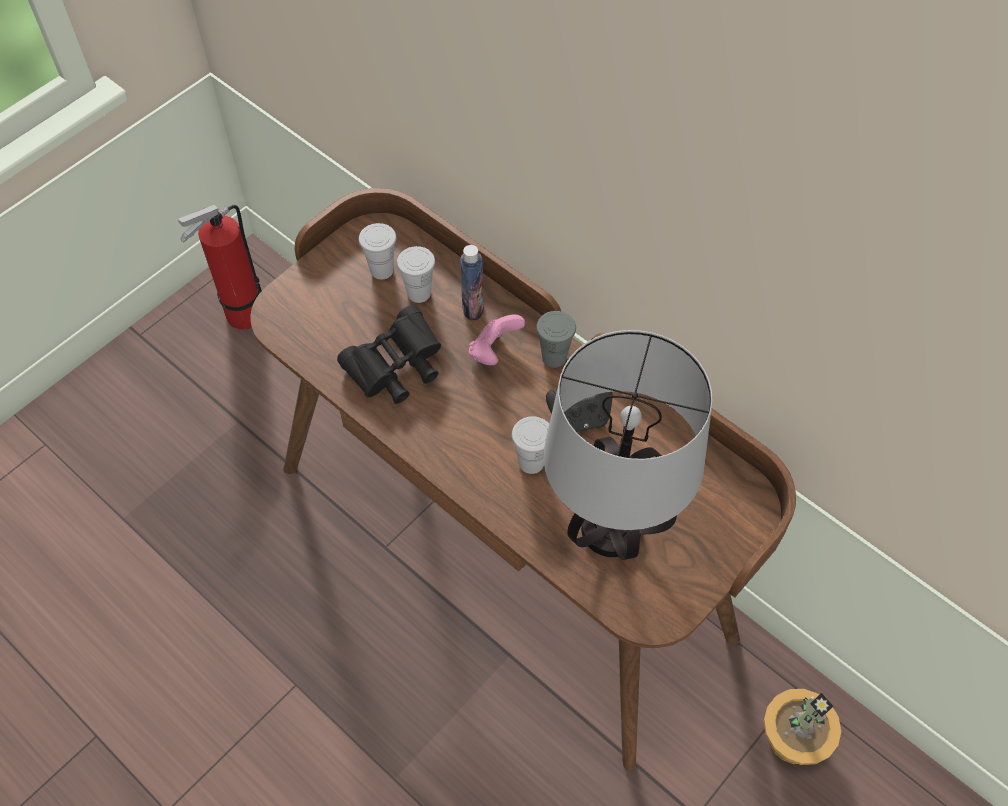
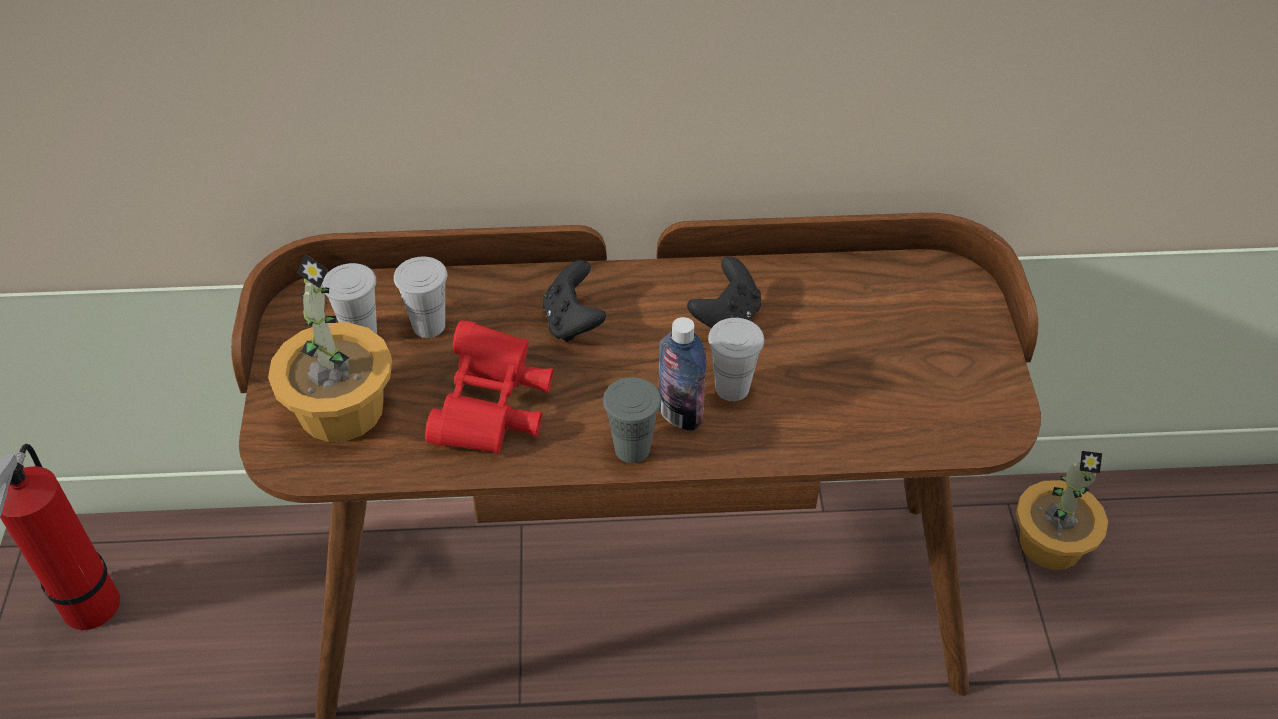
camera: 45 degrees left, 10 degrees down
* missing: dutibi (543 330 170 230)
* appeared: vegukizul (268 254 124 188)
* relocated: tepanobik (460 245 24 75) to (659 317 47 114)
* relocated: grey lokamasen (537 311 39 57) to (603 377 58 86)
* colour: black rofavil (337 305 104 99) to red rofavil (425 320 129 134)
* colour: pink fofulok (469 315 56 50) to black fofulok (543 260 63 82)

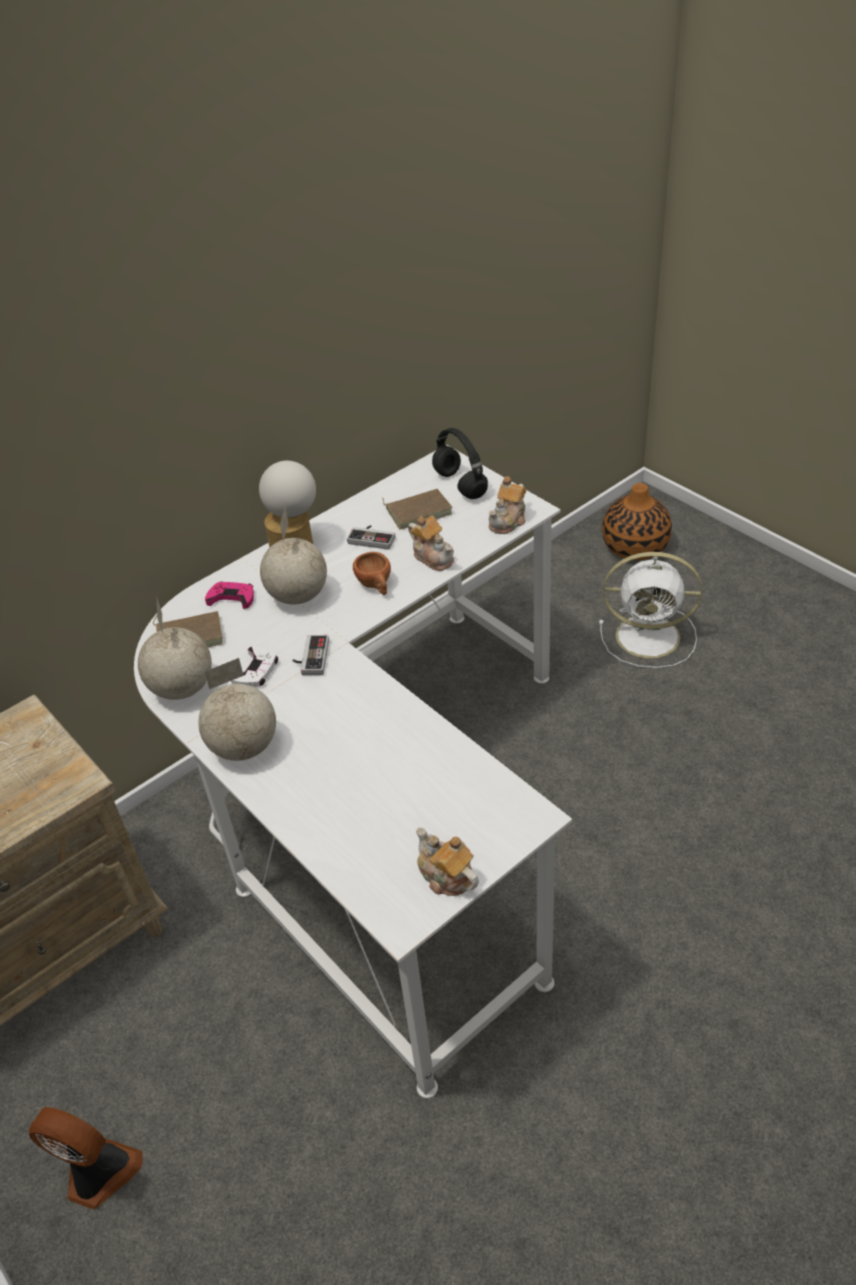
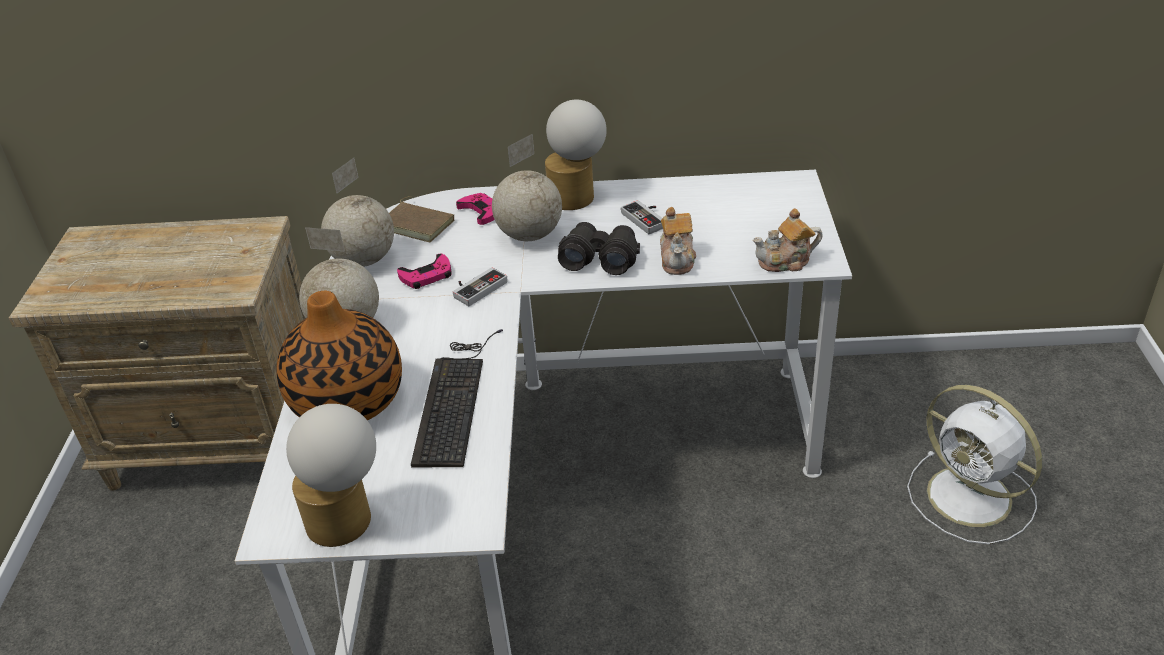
camera: 40 degrees right, 5 degrees down
* missing: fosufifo (29 1107 114 102)
* missing: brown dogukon (382 489 71 41)
* missing: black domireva (432 428 56 71)
* appeared: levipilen (411 329 92 139)
* relocated: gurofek (602 483 70 77) to (276 291 126 130)
* exchanged: brown lokamasen (353 552 38 43) to black rofavil (558 222 82 53)
* exchanged: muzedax (416 827 63 69) to dutibi (286 404 90 143)
* colour: white fofulok (231 646 47 41) to pink fofulok (397 254 54 35)

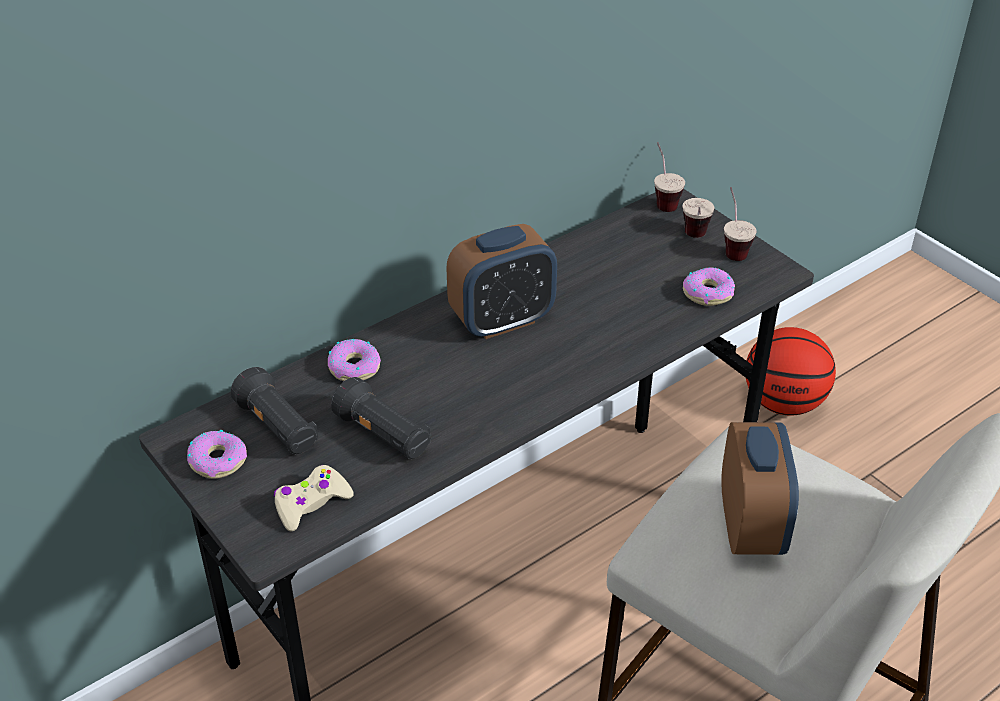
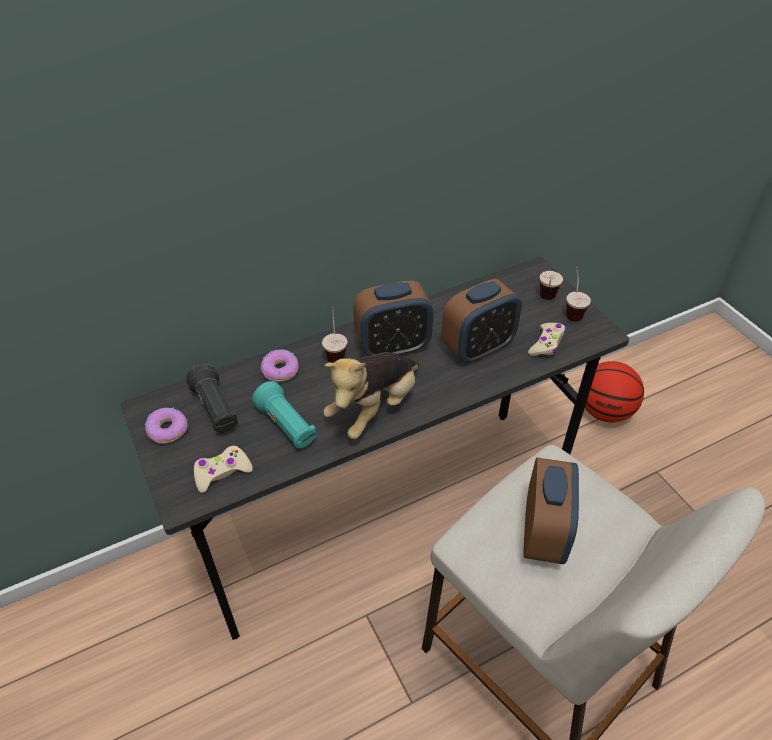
camera: 10 degrees right, 5 degrees up
* appeared: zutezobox (324 352 95 87)
* appeared: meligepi (441 279 81 85)
* relocated: lokamasen (654 142 31 70) to (322 307 25 56)
* exchanged: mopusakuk (683 267 52 39) to beige fofulok (528 323 38 33)
* colour: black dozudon (331 377 100 82) to turquoise dozudon (252 381 64 67)

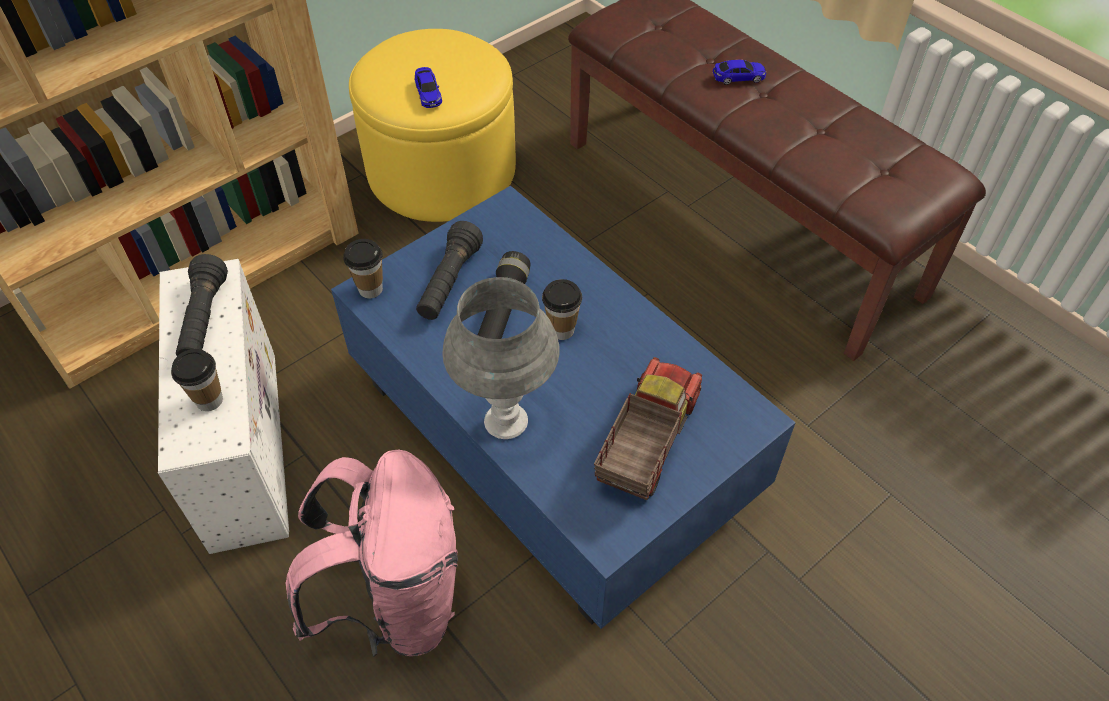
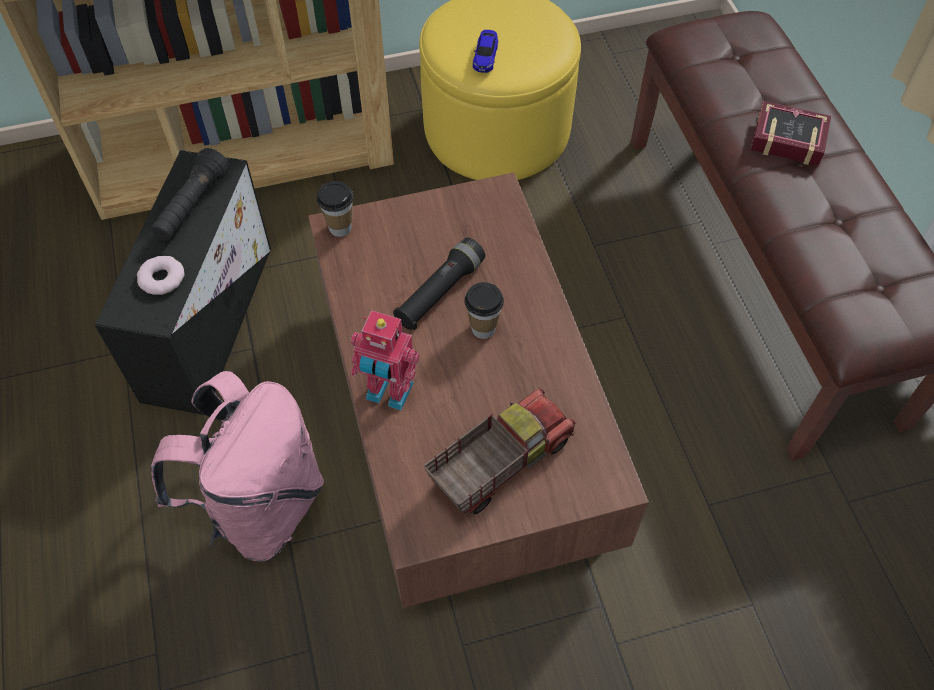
camera: 25 degrees right, 5 degrees up
* missing: black dozudon (416 221 67 99)
* exchanged: lokamasen (171 349 52 62) to mopusakuk (137 256 48 39)
* exchanged: grey dutibi (442 277 118 162) to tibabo (351 310 68 100)
* exchanged: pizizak (713 60 54 25) to dogukon (751 101 80 65)
* colour: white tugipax (158 259 131 295) to black tugipax (95 150 176 265)
* colour: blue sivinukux (331 186 464 443) to brown sivinukux (308 172 341 436)

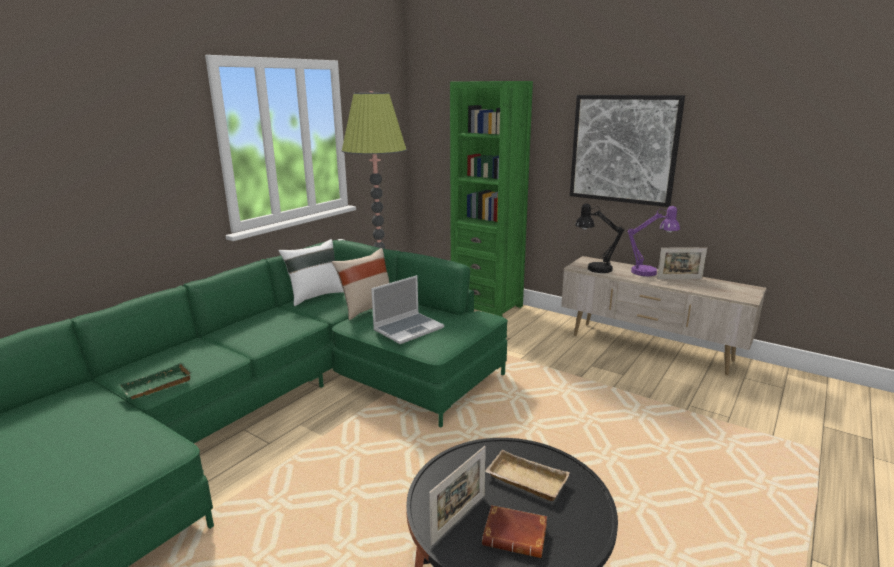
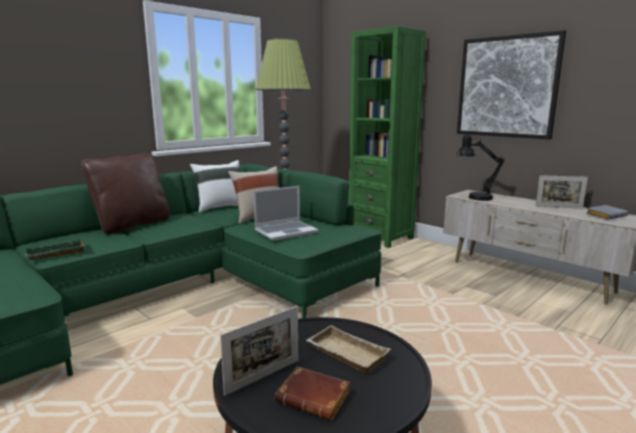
camera: 10 degrees right, 5 degrees down
* missing: purple dutibi (628 206 52 70)
* appeared: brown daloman (81 153 89 82)
* appeared: grey dogukon (586 205 42 15)

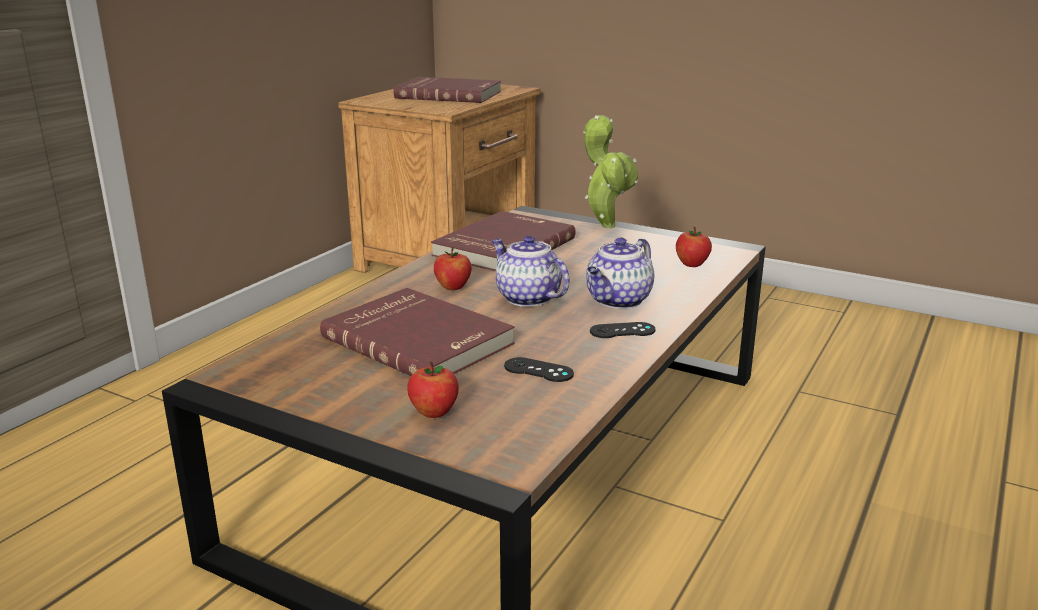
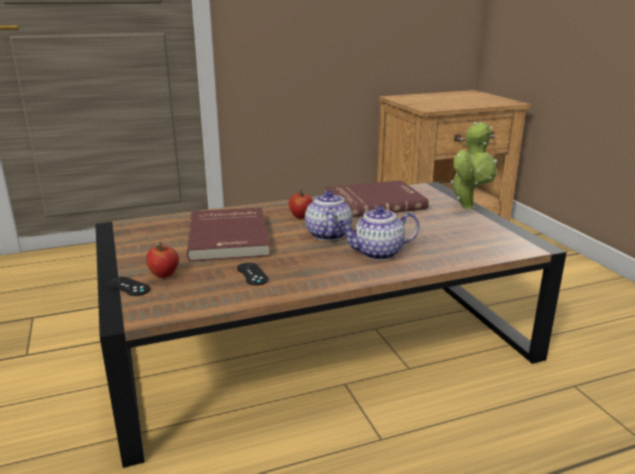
camera: 40 degrees right, 0 degrees up
* missing: red dogukon (394 77 107 26)
* missing: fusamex (676 227 36 40)
* relocated: black fofulok (590 322 66 16) to (106 277 44 19)

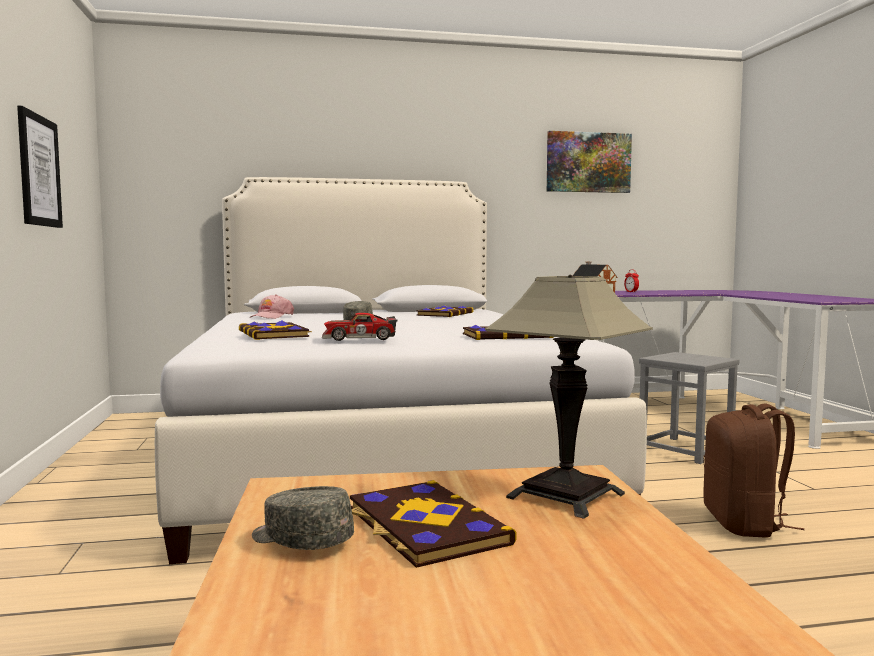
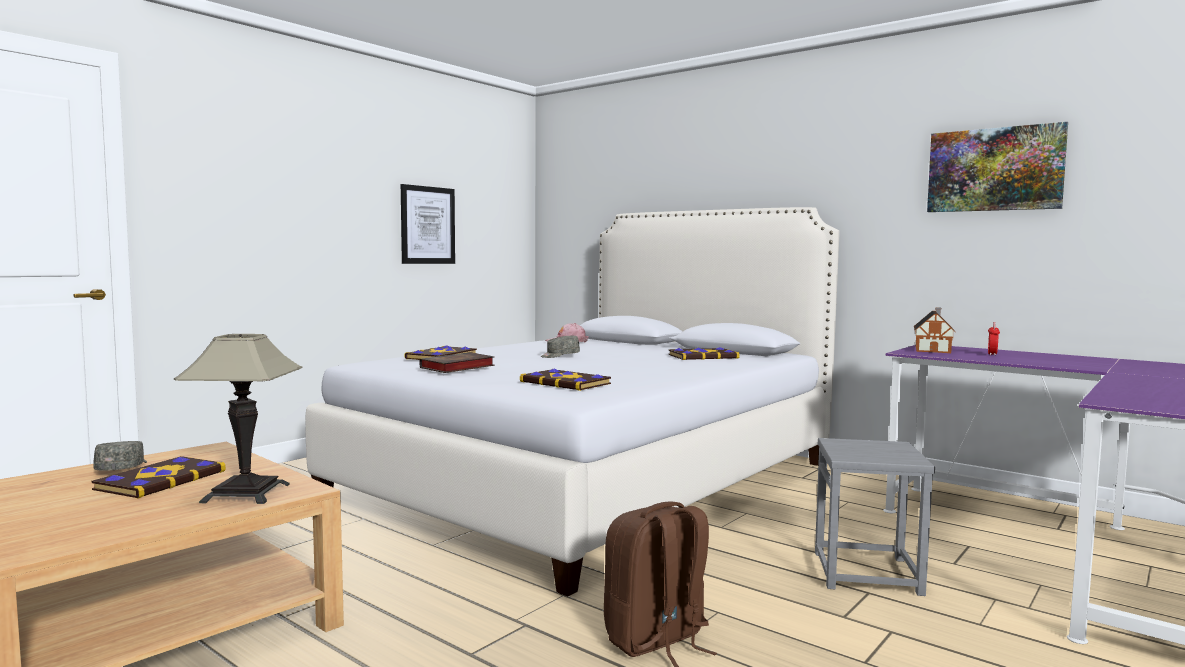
camera: 50 degrees right, 0 degrees up
* exchanged: pizizak (322 313 75 28) to dogukon (419 352 76 21)

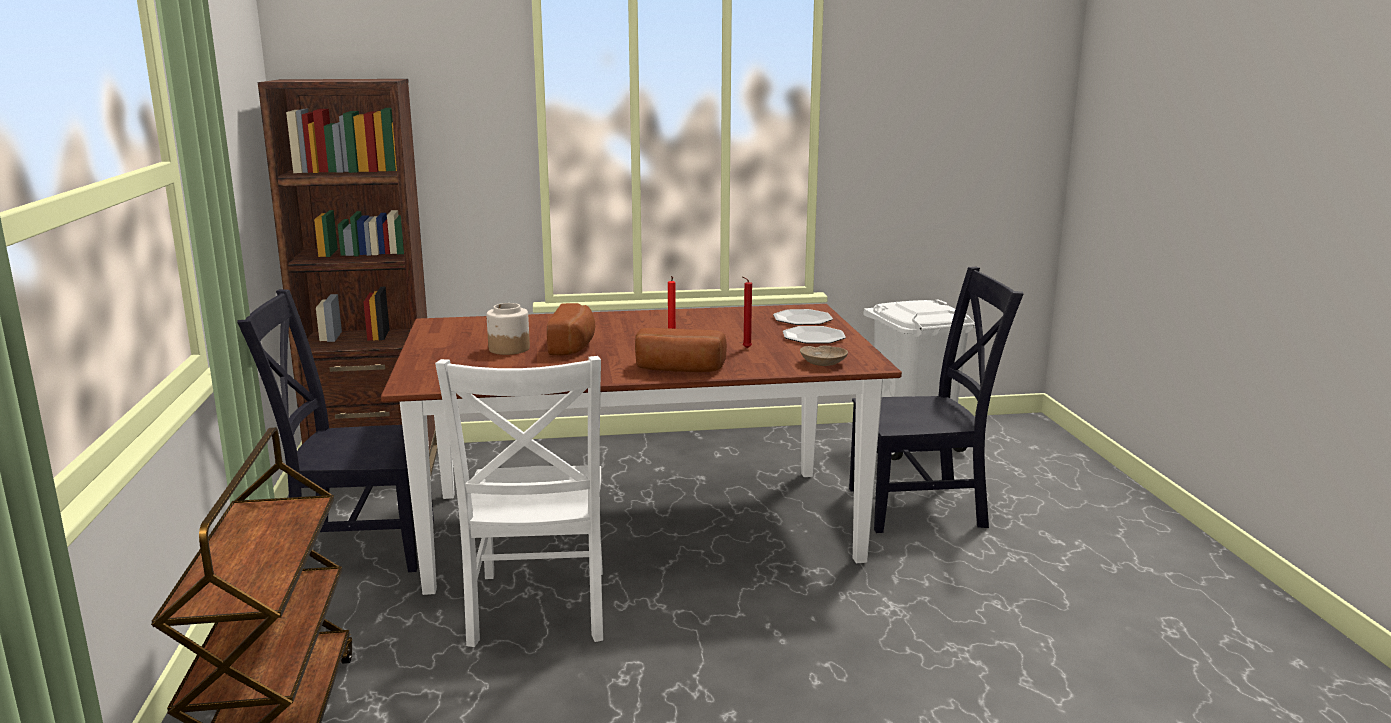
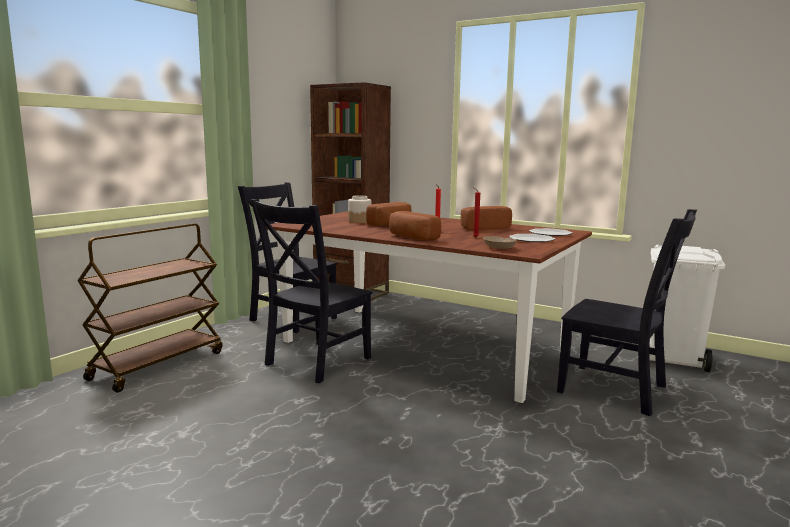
camera: 40 degrees right, 5 degrees down
* appeared: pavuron (461 206 51 24)
* colour: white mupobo (435 356 168 291) to black mupobo (250 199 123 184)

